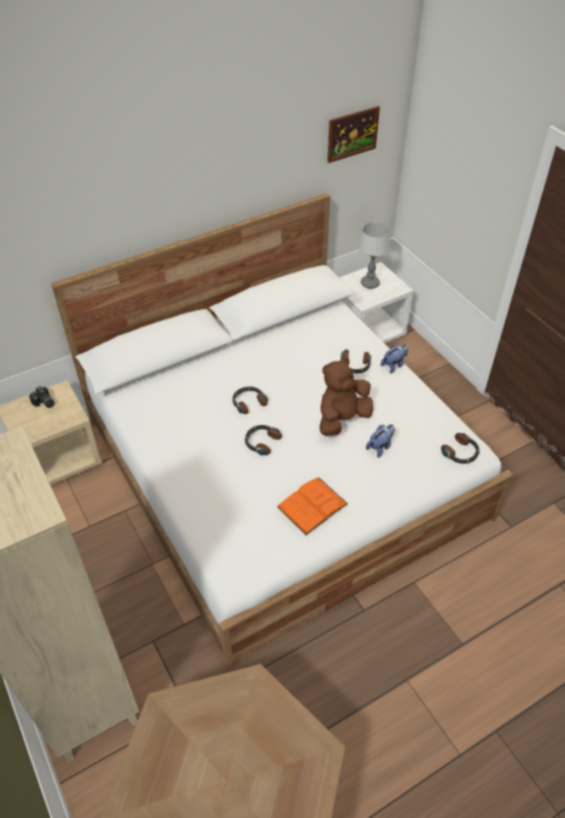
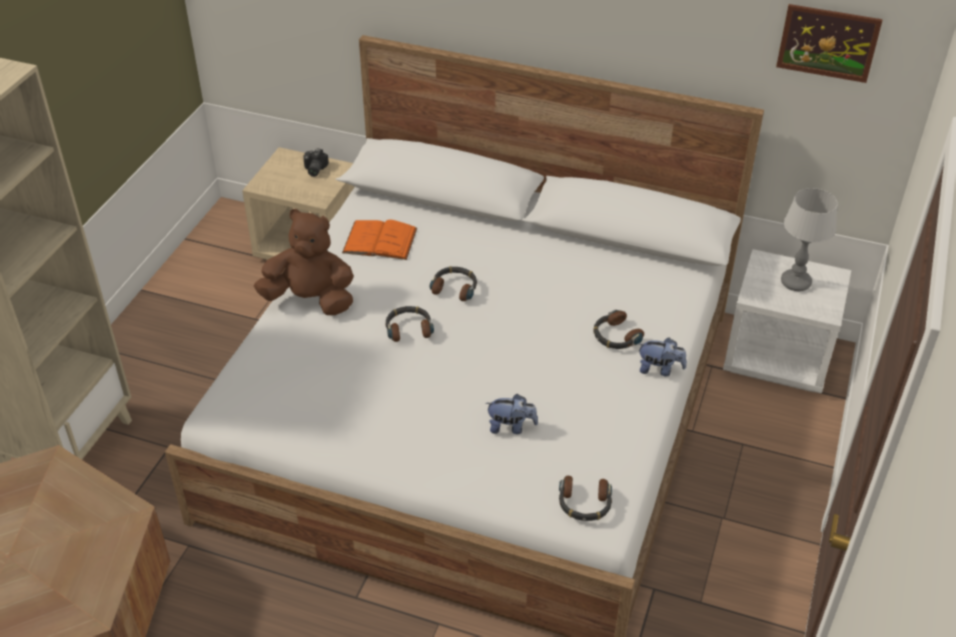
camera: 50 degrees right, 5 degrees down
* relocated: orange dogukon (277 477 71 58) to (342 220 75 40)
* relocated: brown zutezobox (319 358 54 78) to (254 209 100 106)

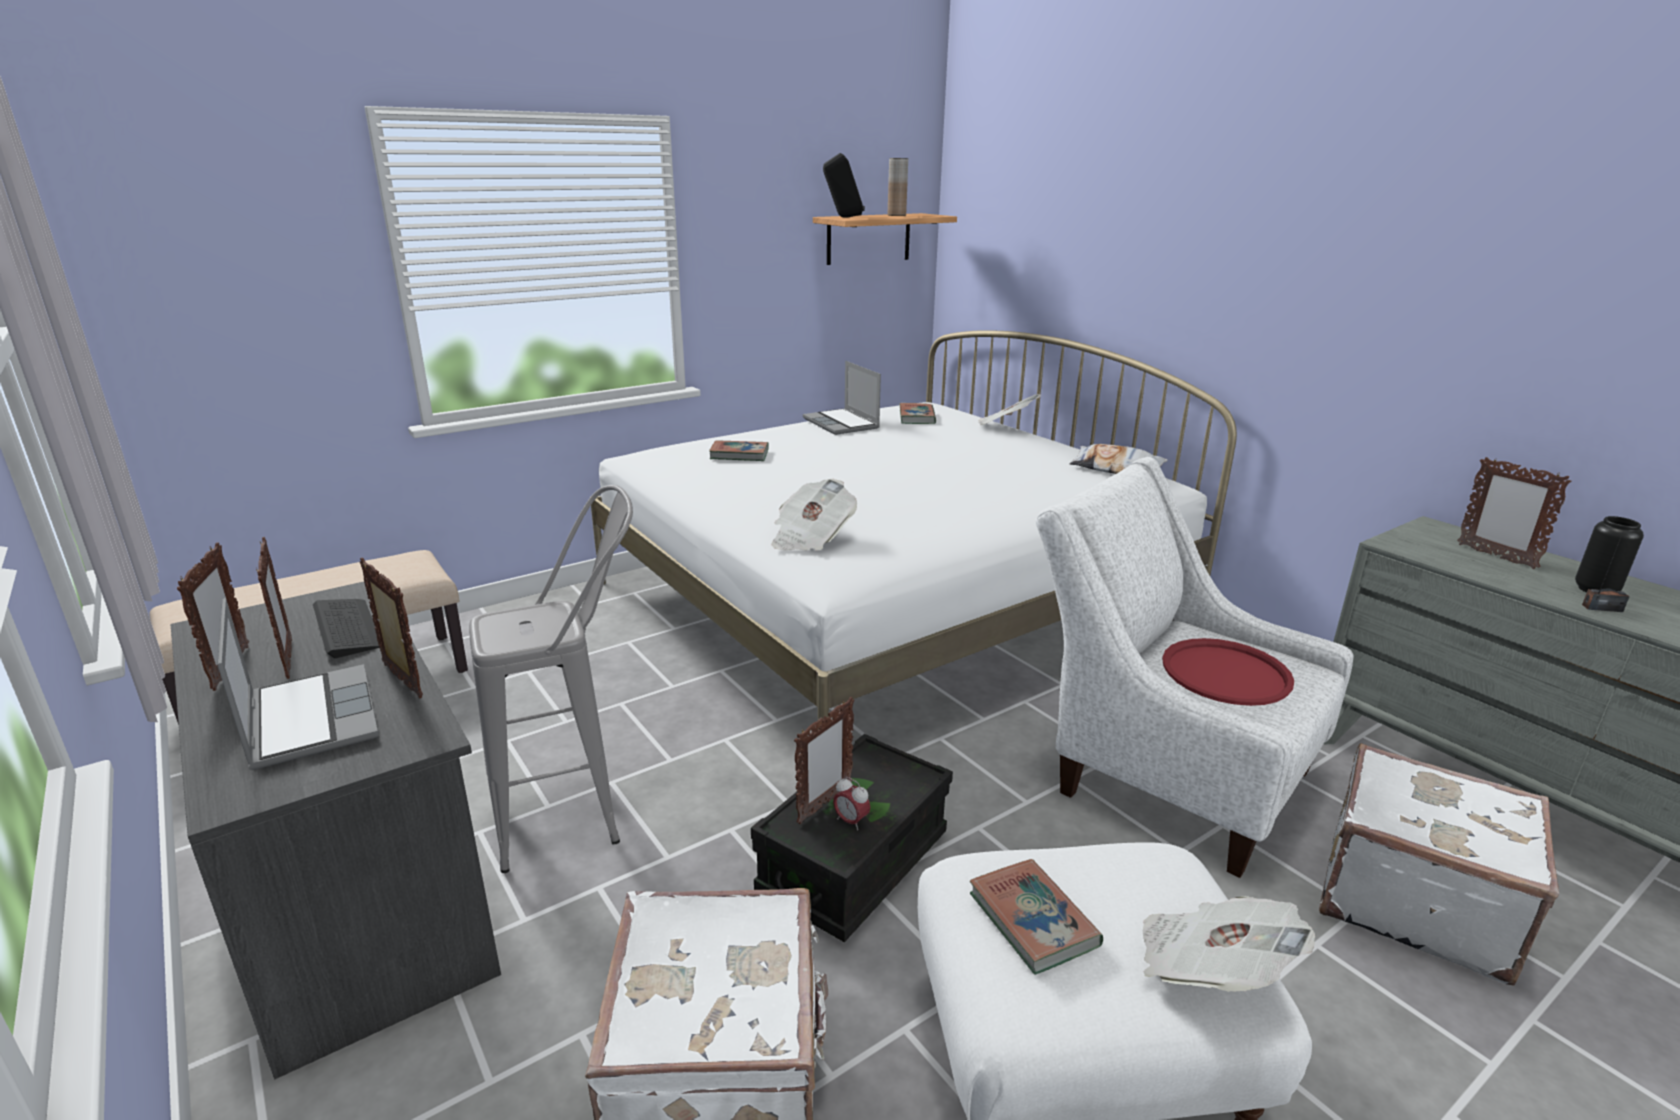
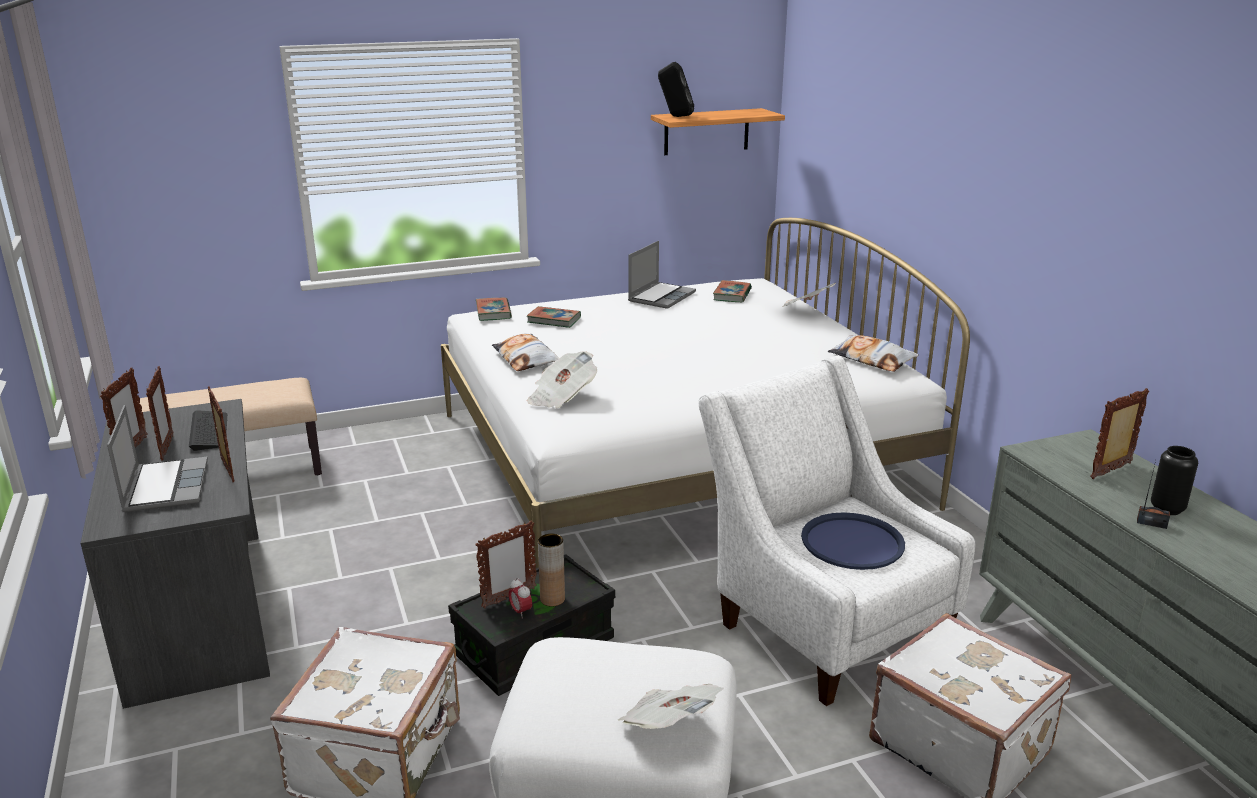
camera: 15 degrees right, 0 degrees up
* missing: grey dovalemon (469 485 164 388)
* appeared: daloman (492 334 67 37)
* relocated: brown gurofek (888 158 20 58) to (538 534 27 73)
* relocated: dogukon (970 859 133 116) to (476 298 36 23)
* colour: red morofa (1162 638 132 68) to blue morofa (801 512 104 58)
* spun: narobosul (803 361 78 74) = (628 241 68 68) 135 degrees counterclockwise
* spun: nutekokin (1457 457 115 112) = (1090 388 59 91) 75 degrees clockwise

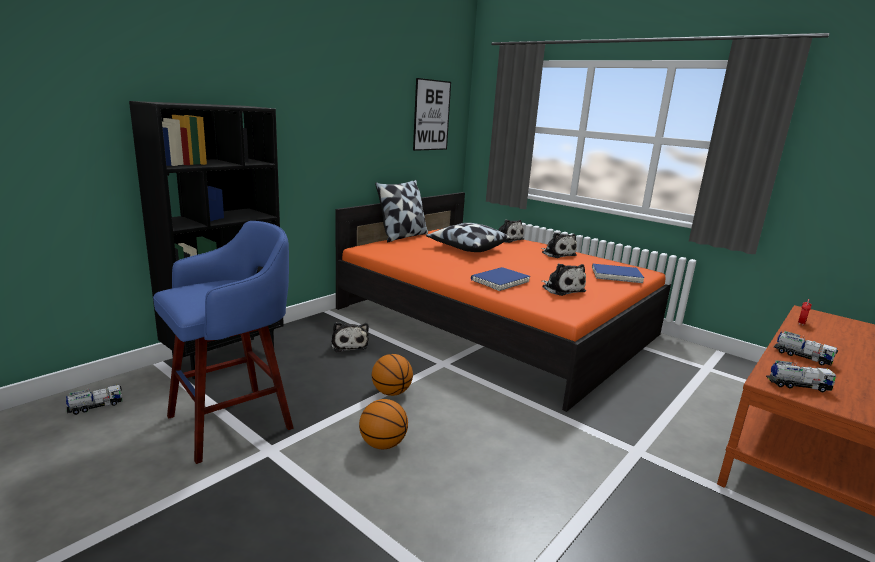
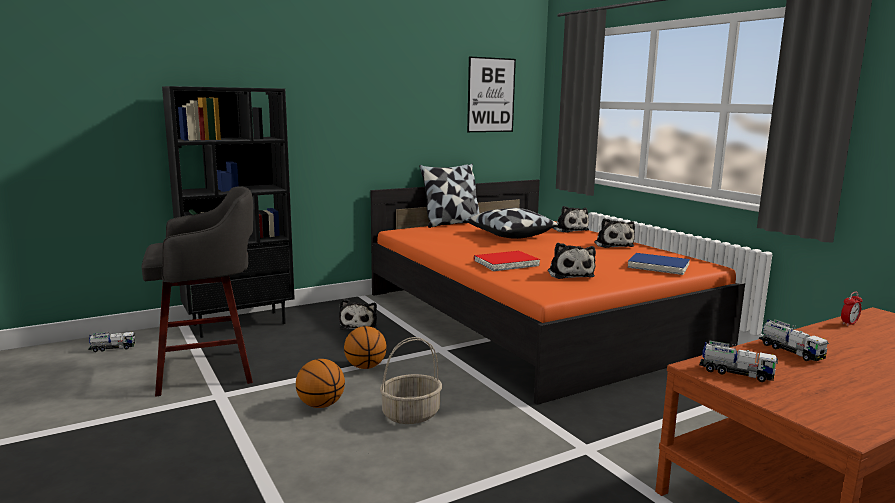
camera: 20 degrees right, 5 degrees down
* appeared: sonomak (380 337 62 87)
* colour: blue dovalemon (153 221 141 243) to grey dovalemon (141 186 112 211)
* colour: blue dogukon (471 267 59 24) to red dogukon (474 251 66 20)

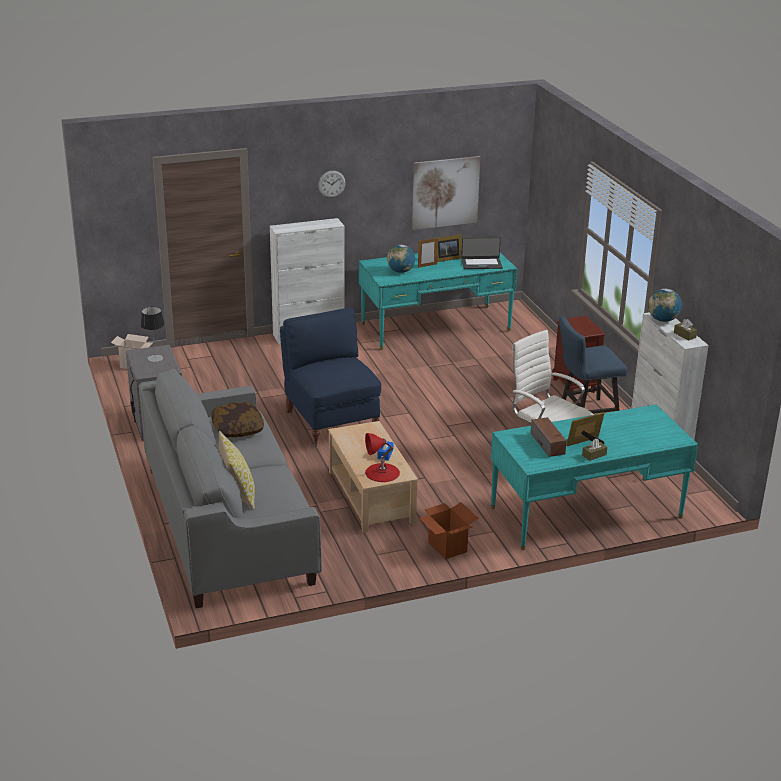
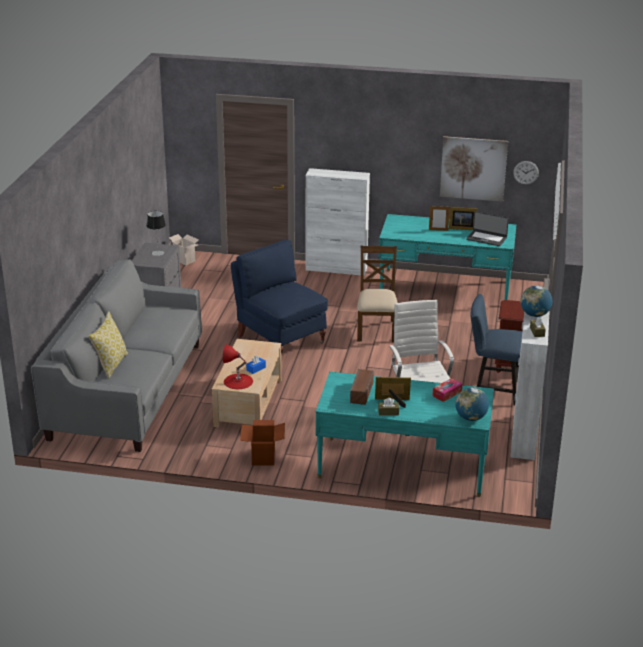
camera: 30 degrees right, 0 degrees up
* missing: daloman (211 402 53 35)
* appeared: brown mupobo (357 245 41 97)
* appeared: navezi (432 378 30 24)
* relocated: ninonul (318 171 28 27) to (513 161 26 24)
* relocated: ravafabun (387 245 28 28) to (455 388 34 33)
* spun: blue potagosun (280 308 101 139) = (231 240 97 114) 45 degrees counterclockwise

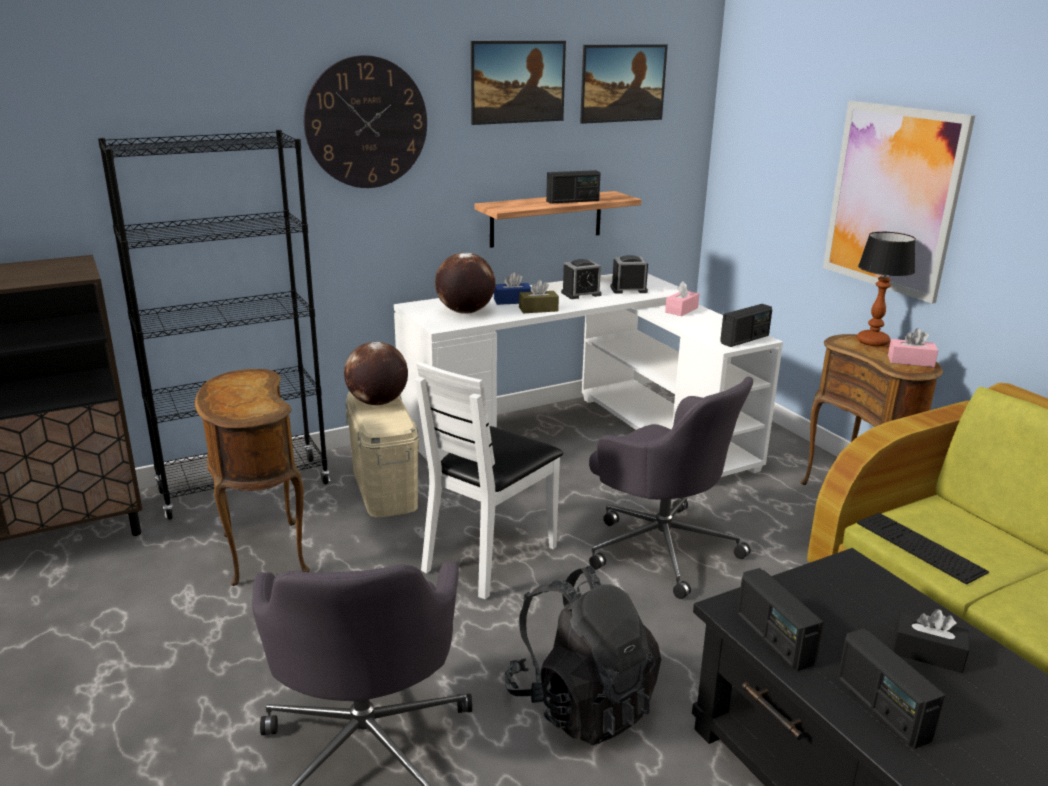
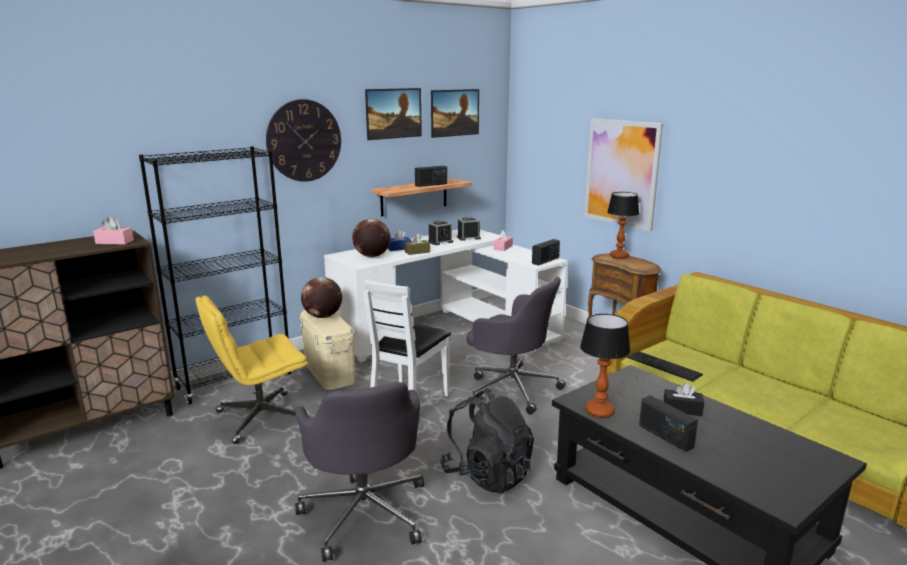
camera: 10 degrees left, 5 degrees down
* relocated: pink navezi (888 328 50 39) to (93 217 41 27)
* exchanged: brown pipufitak (195 369 115 217) to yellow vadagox (195 296 112 148)
* exchanged: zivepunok (737 568 87 103) to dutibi (580 314 51 104)

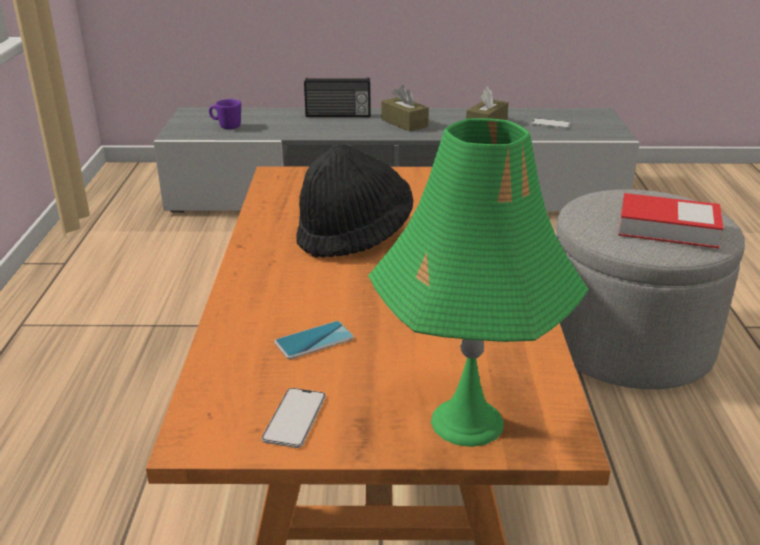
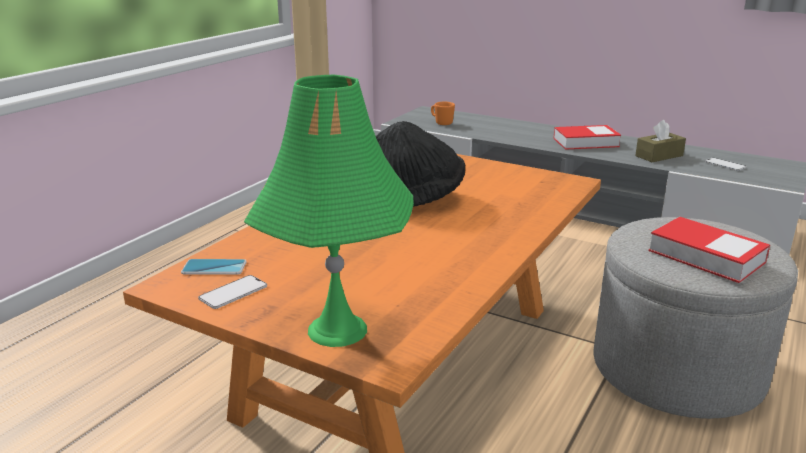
camera: 30 degrees right, 5 degrees down
* missing: zivepunok (304 78 67 39)
* relocated: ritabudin (274 321 80 38) to (181 259 66 16)
* exchanged: brown navezi (382 85 47 47) to dogukon (554 125 67 25)
* colour: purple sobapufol (209 99 32 30) to orange sobapufol (431 102 24 23)

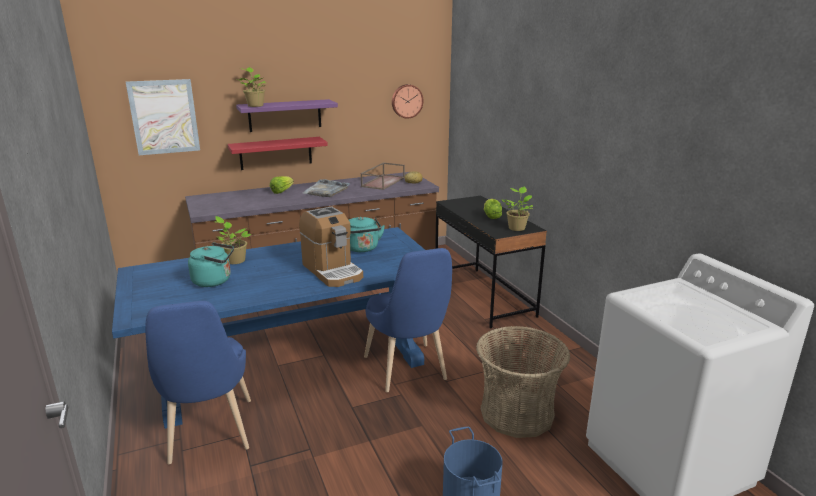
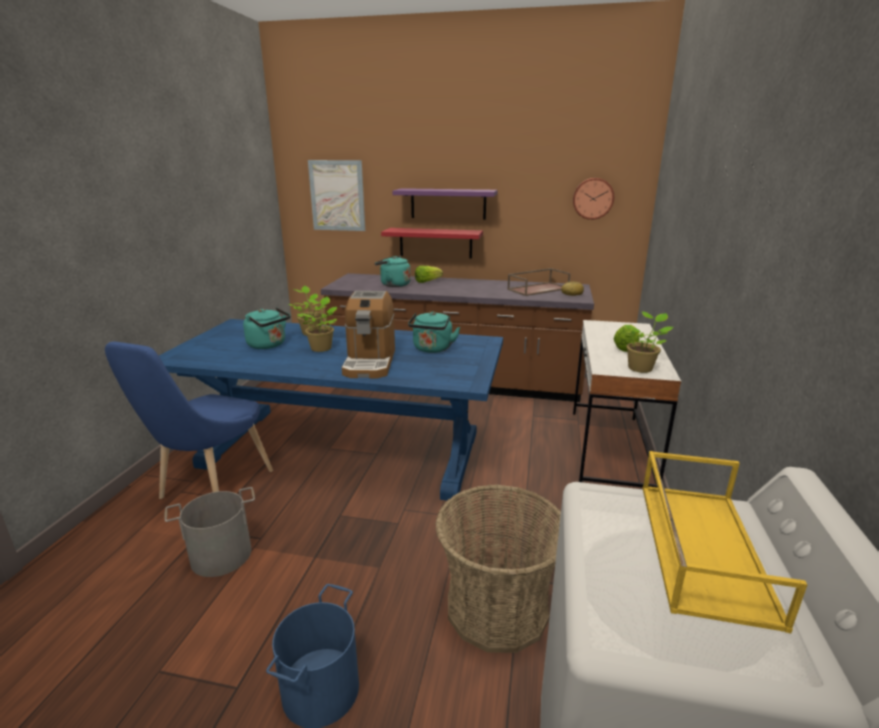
camera: 35 degrees right, 0 degrees up
* missing: grey morofa (303 179 47 18)
* missing: blue mupobo (364 248 88 144)
* appeared: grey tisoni (164 487 91 90)
* appeared: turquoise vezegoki (375 256 36 31)
* appeared: yellow morofa (643 451 164 182)
* relocated: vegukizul (237 67 29 40) to (298 297 39 55)
* colour: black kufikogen (435 196 112 132) to white kufikogen (573 320 108 167)

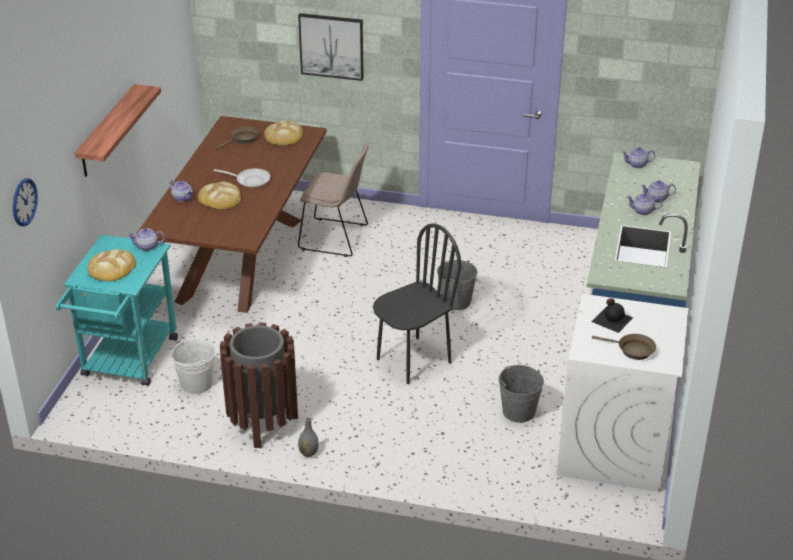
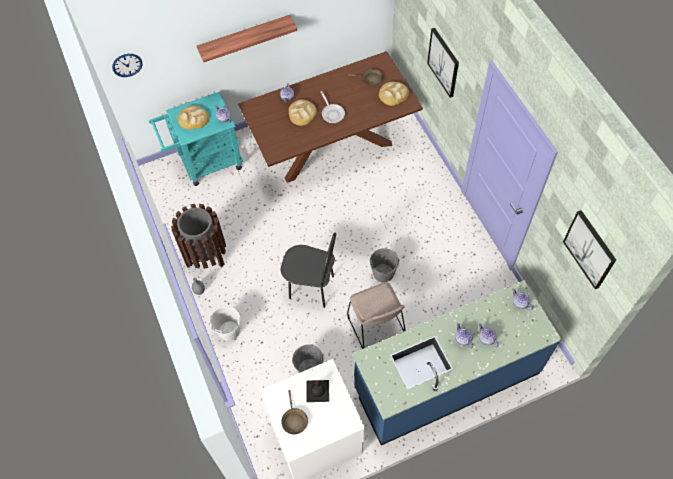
camera: 55 degrees right, 25 degrees up
* appeared: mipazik (563 210 53 79)
* relocated: white tisoni (171 339 44 55) to (210 306 31 35)
* relocated: beige mupobo (298 143 71 114) to (347 282 59 67)

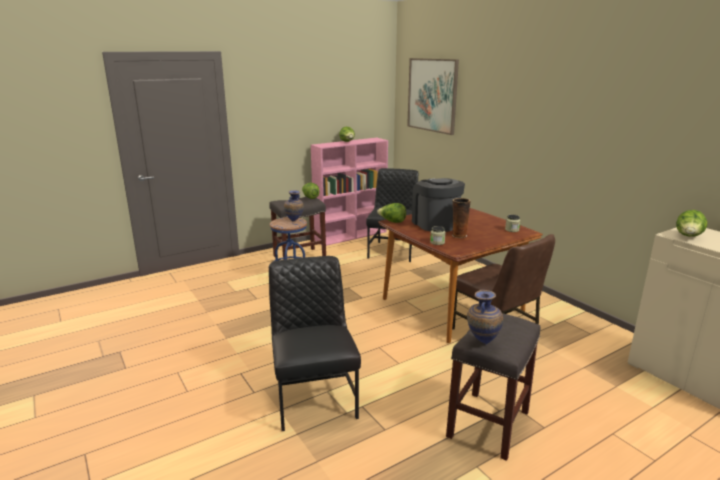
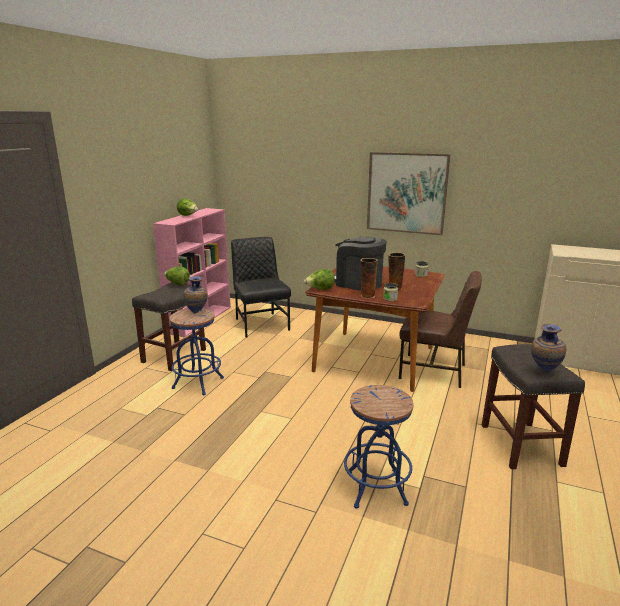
camera: 35 degrees left, 0 degrees up
* missing: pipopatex (676 210 31 27)
* appeared: gurofek (360 258 18 40)
* relocated: mipazik (407 58 52 77) to (367 152 83 83)
* exchanged: black mupobo (269 256 92 175) to blue dovalemon (344 385 70 123)

